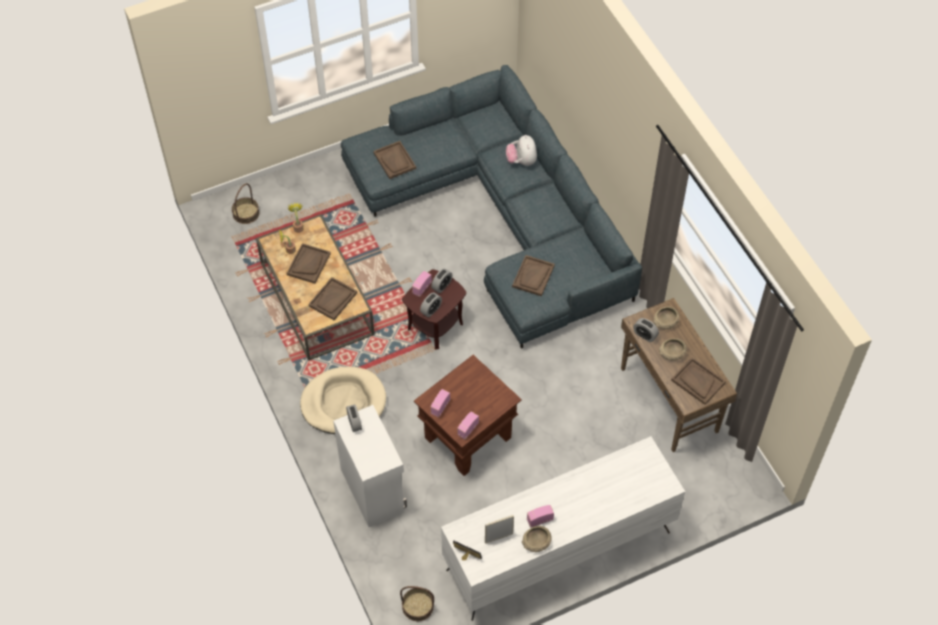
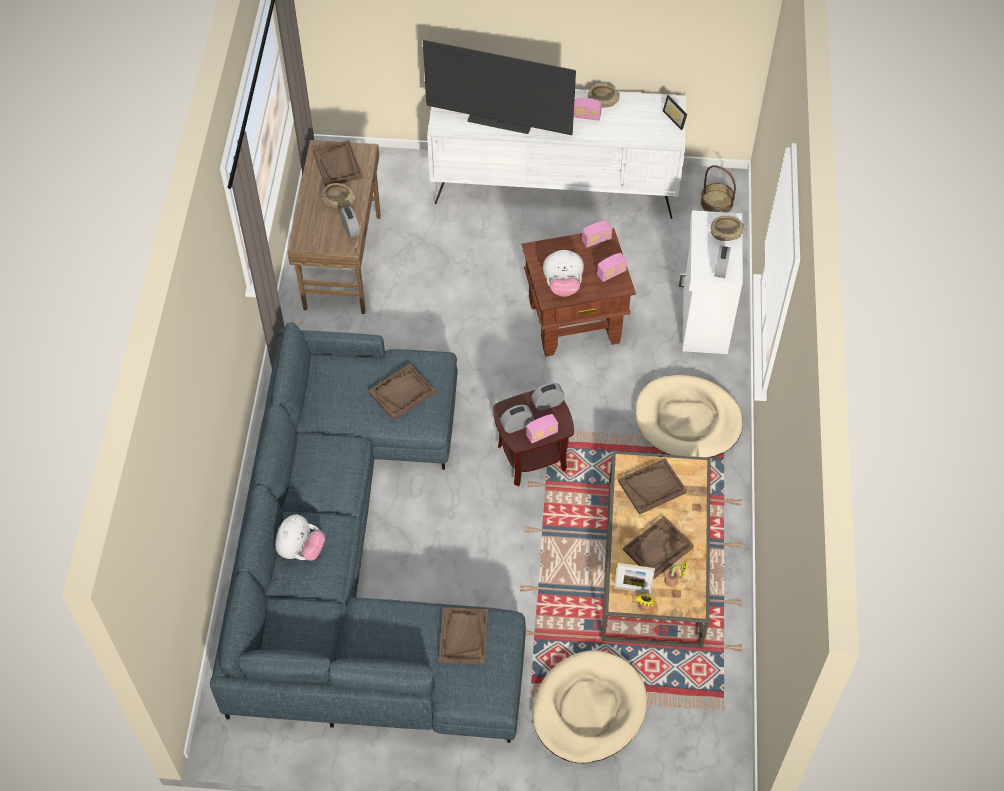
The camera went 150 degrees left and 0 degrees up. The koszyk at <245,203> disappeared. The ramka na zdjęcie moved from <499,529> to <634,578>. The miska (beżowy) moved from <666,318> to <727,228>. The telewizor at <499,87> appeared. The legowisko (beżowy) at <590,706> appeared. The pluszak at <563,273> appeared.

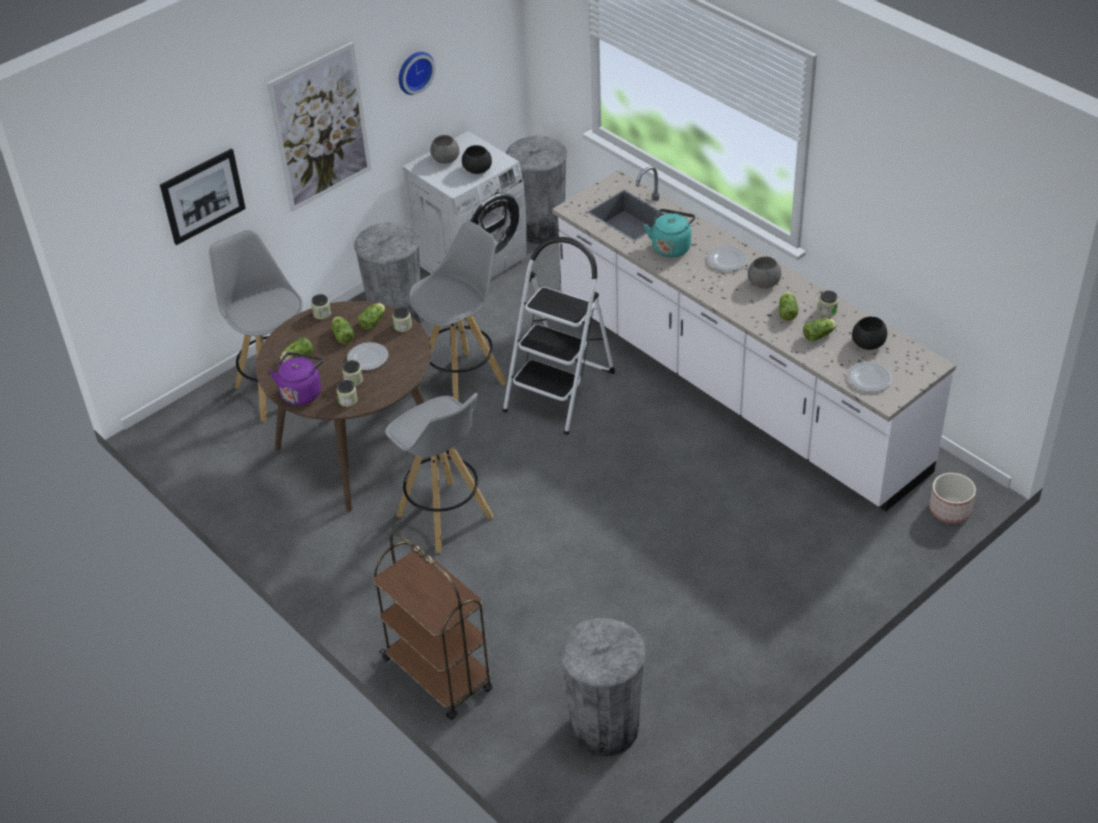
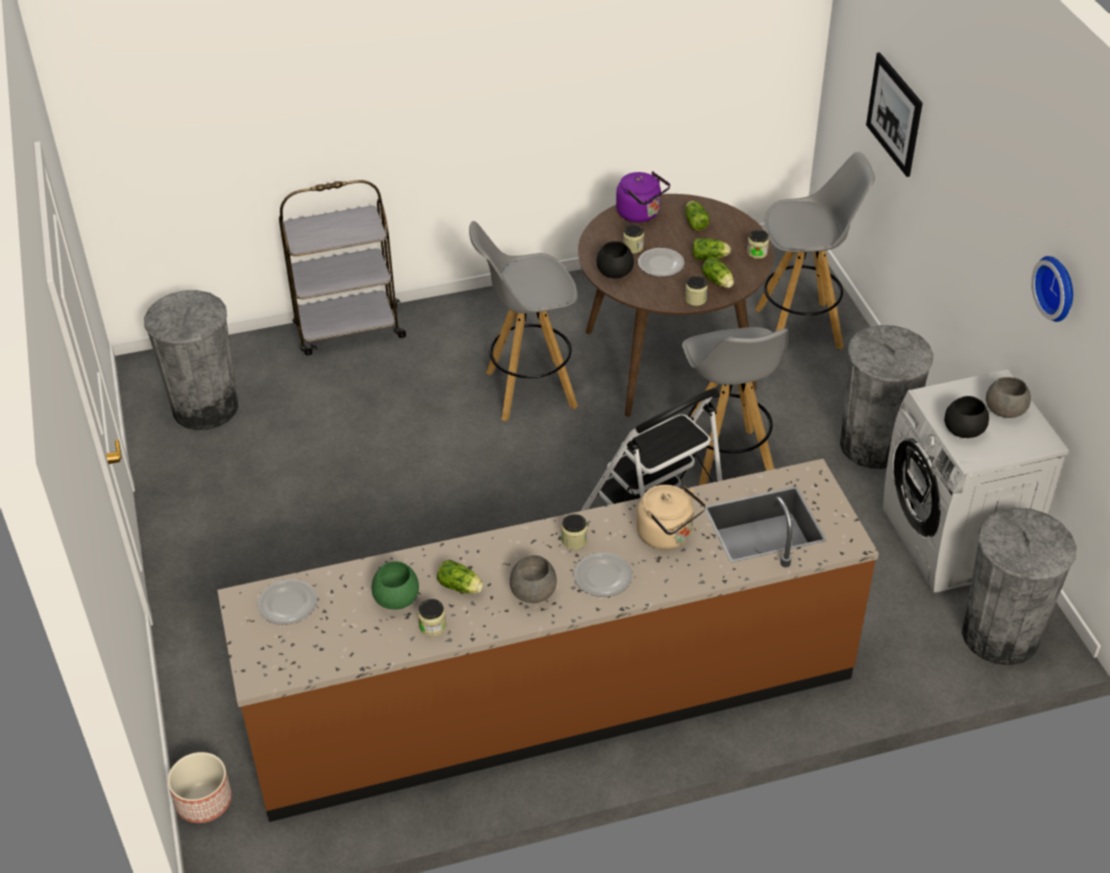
The camera went 115 degrees right and 0 degrees up. The obraz at <319,127> disappeared. The słoik moved from <347,393> to <574,532>. The wózek (brązowy) at <433,626> became the wózek (szary) at <342,268>. The zabudowa kuchenna (biały) at <754,338> became the zabudowa kuchenna (brązowy) at <548,640>. The czajnik (turkusowy) at <669,233> became the czajnik (beżowy) at <671,517>. The sałata at <820,329> was replaced by the miska (zielony) at <395,585>. The miska (czarny) moved from <869,333> to <615,260>.

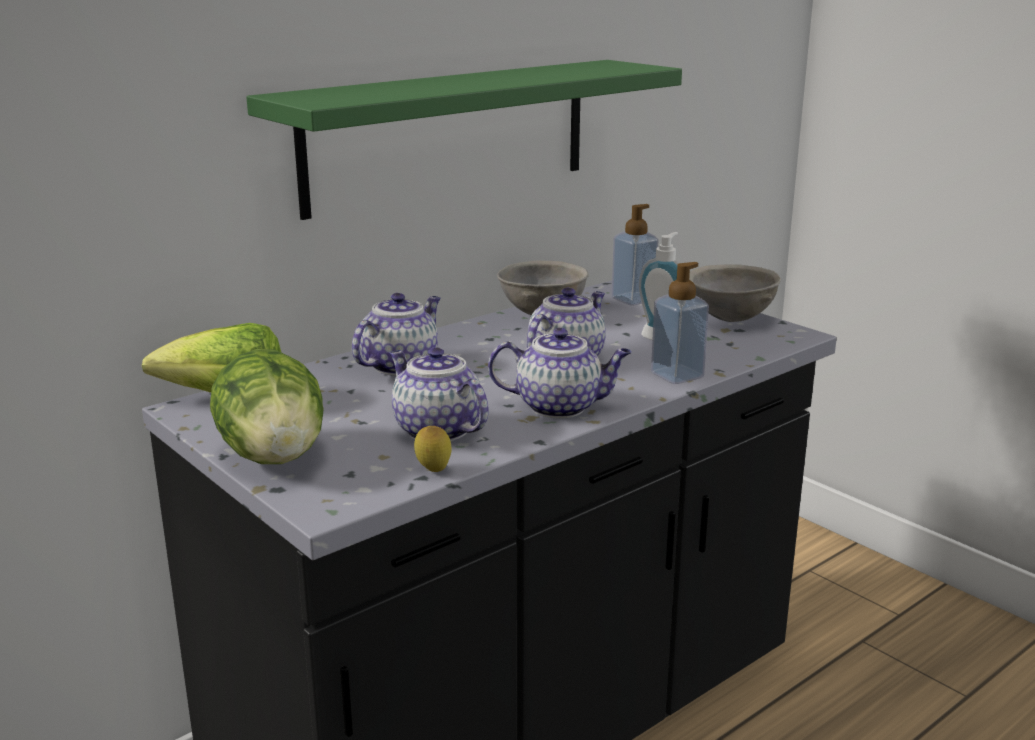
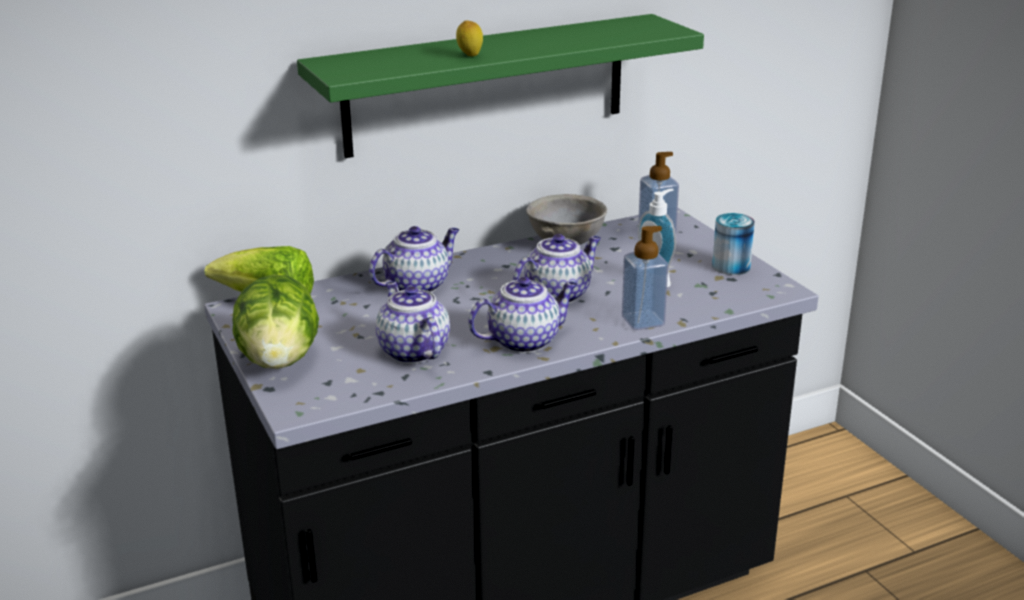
The camera went 15 degrees right and 5 degrees up. The cytryna moved from <433,449> to <469,38>. The imbryk at <560,373> turned 45 degrees counterclockwise. The miska (szary) at <735,293> was replaced by the puszka at <733,244>.

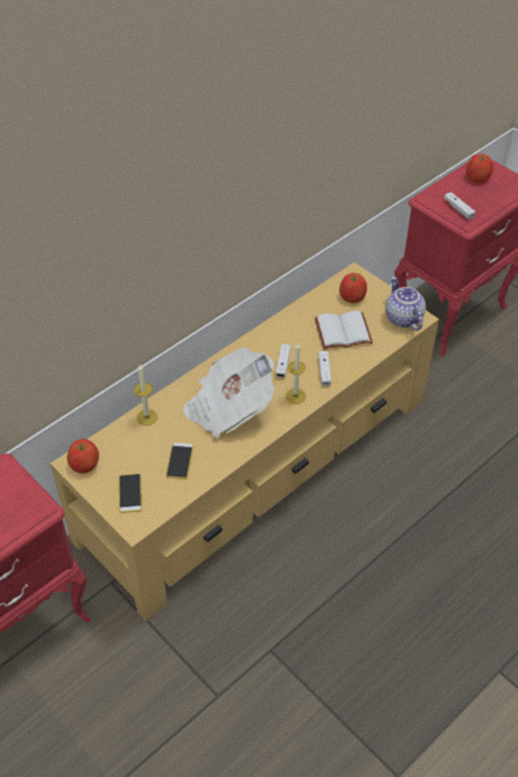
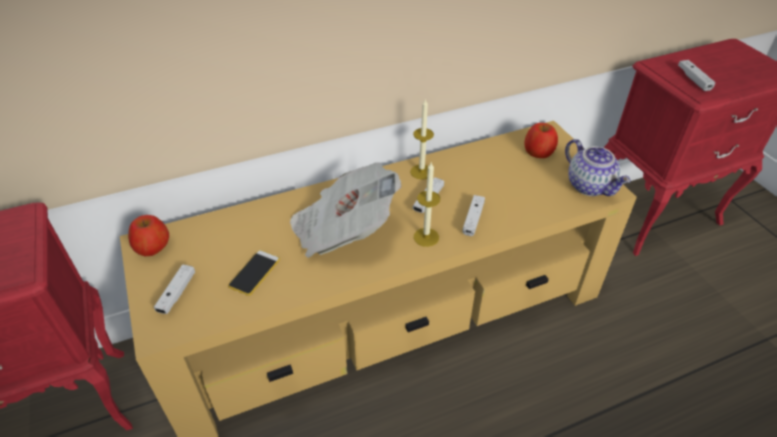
The camera went 20 degrees right and 5 degrees down. The telefon at <130,493> was replaced by the pad do gier (biały) at <174,289>. The świeca moved from <146,395> to <422,139>. The książka (biały) at <344,330> disappeared. The imbryk at <405,303> turned 150 degrees clockwise. The jabłko at <479,168> disappeared.

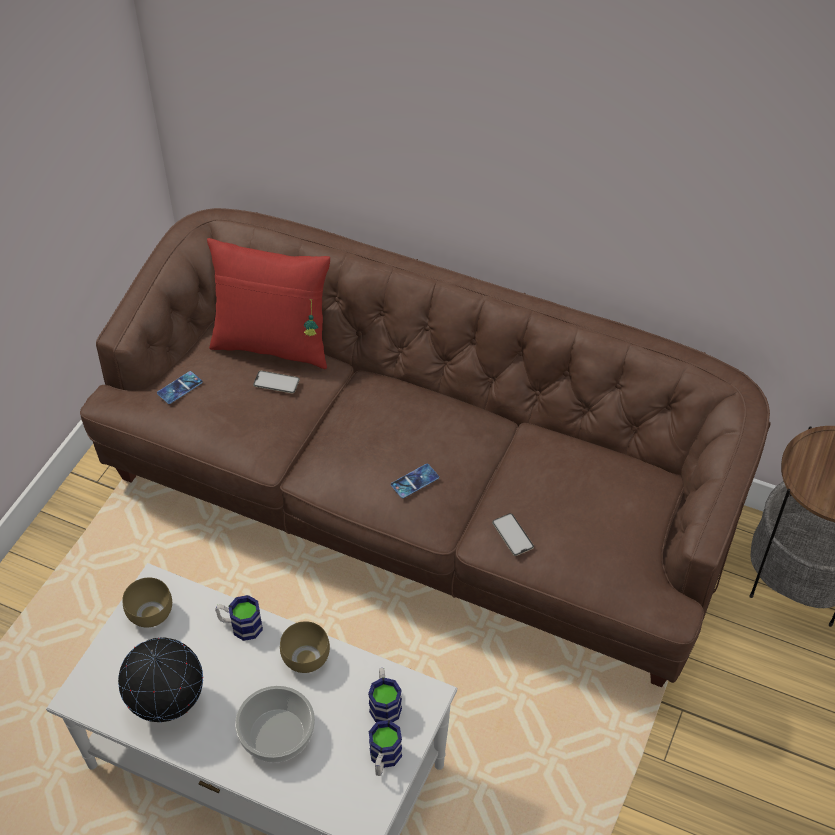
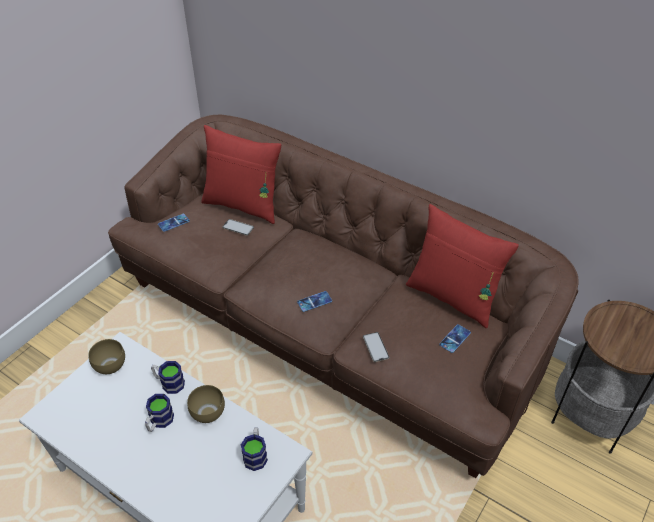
The camera went 10 degrees right and 5 degrees down. The globus at <160,679> disappeared. The miska at <275,724> disappeared. The kubek moved from <385,748> to <159,413>. The poduszka (czerwony) at <462,266> appeared. The telefon at <455,338> appeared.

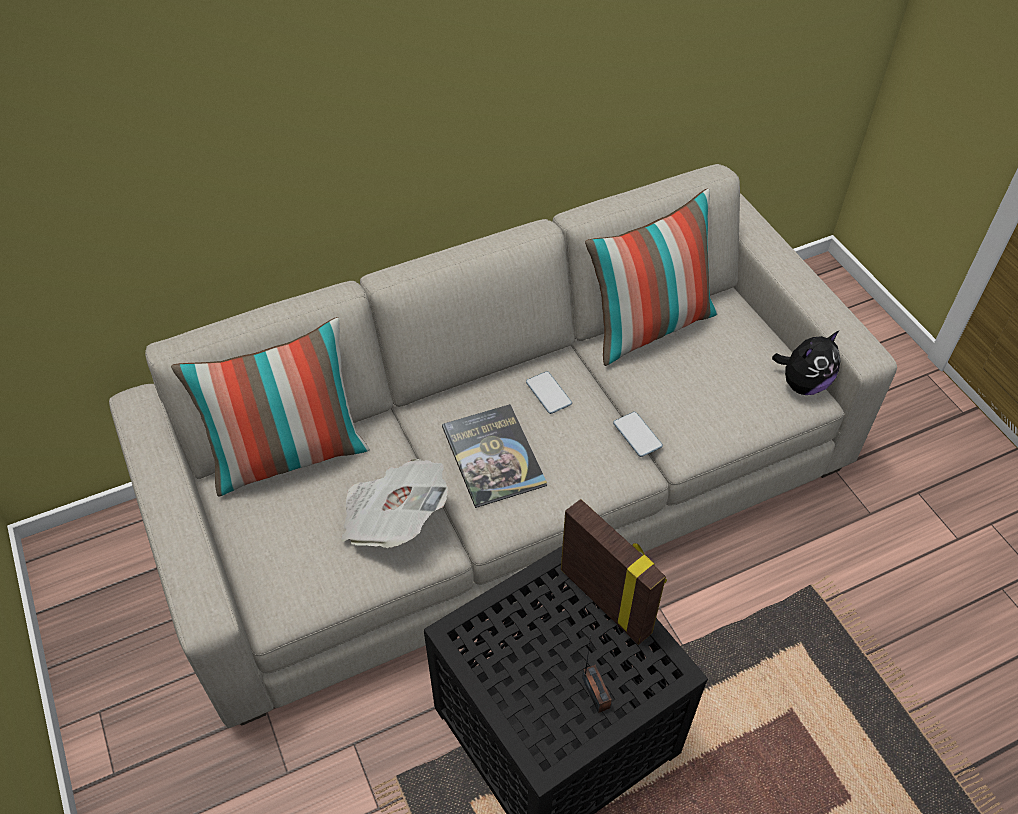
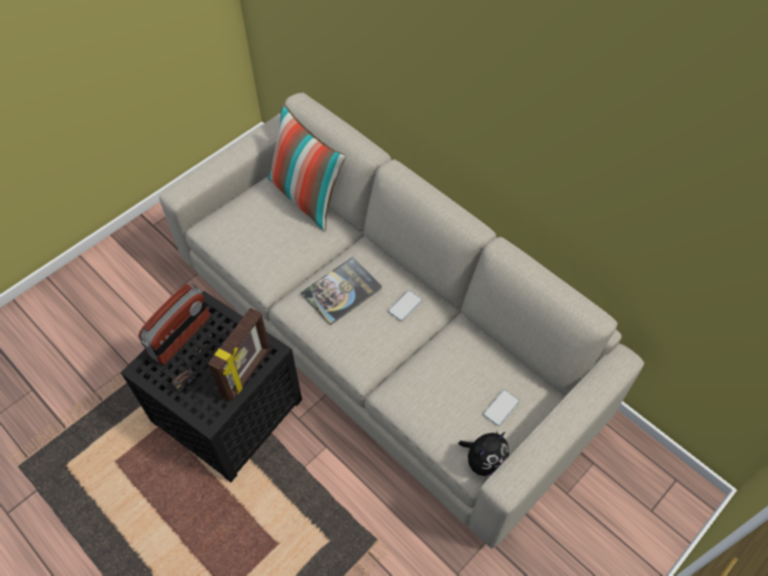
The camera went 70 degrees right and 5 degrees up. The gazeta at <394,503> disappeared. The poduszka at <651,277> disappeared. The telefon moved from <638,434> to <501,408>. The pluszak at <806,362> turned 75 degrees counterclockwise. The radio at <174,324> appeared.

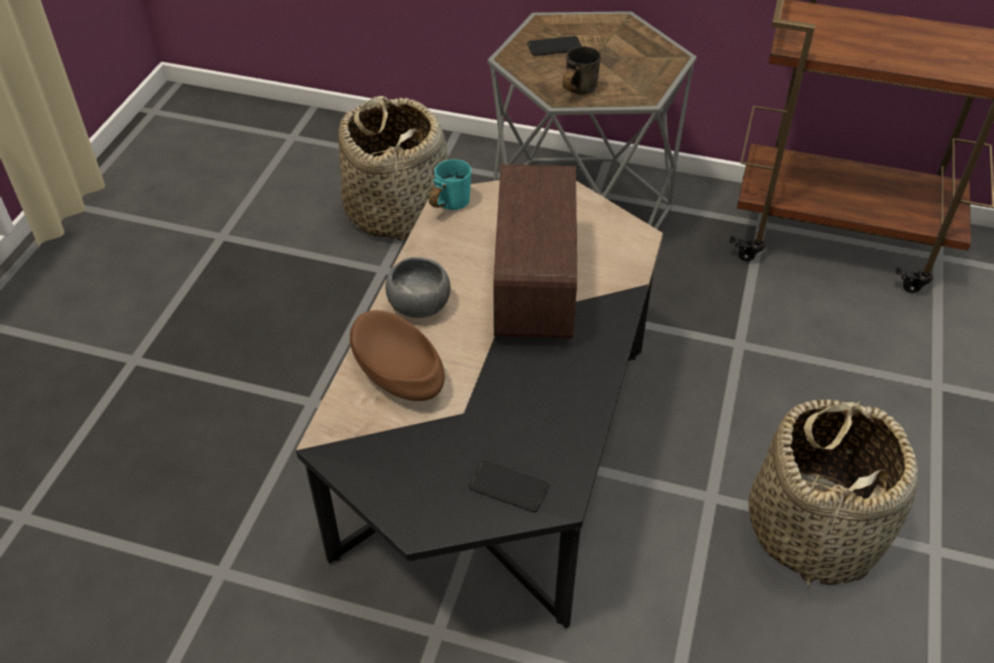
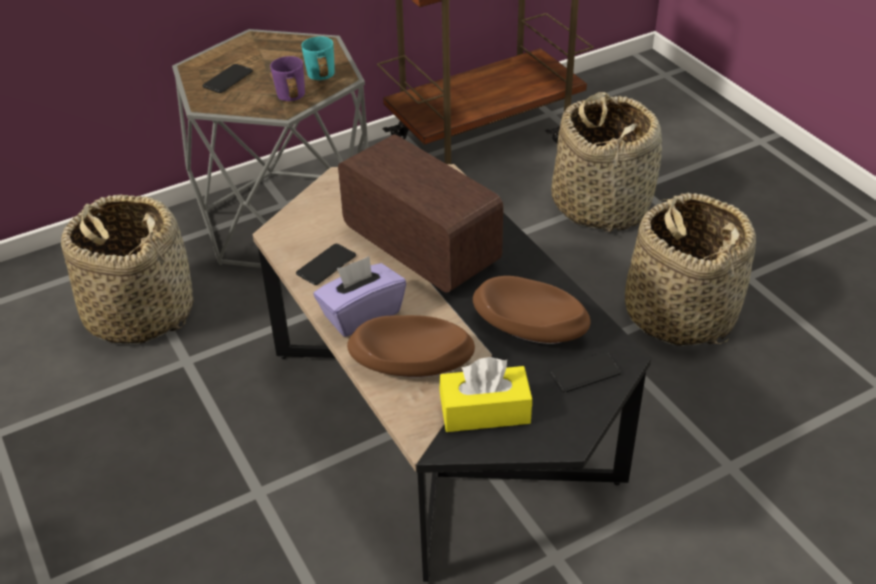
The camera went 45 degrees left and 5 degrees down. The miska (szary) at <418,287> was replaced by the pudełko chusteczek (fioletowy) at <359,296>. The kubek (turkusowy) moved from <450,184> to <318,58>. The kubek (szary) at <582,71> became the kubek (fioletowy) at <287,78>. The telefon at <326,264> appeared. The pudełko chusteczek (żółty) at <486,394> appeared. The miska (brązowy) at <531,310> appeared. The koszyk at <606,162> appeared.

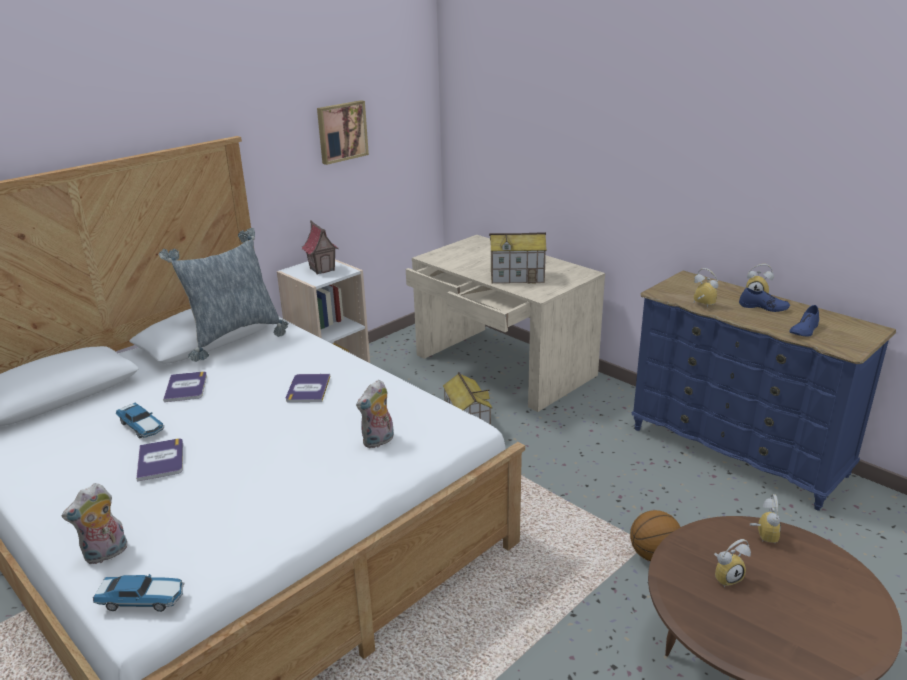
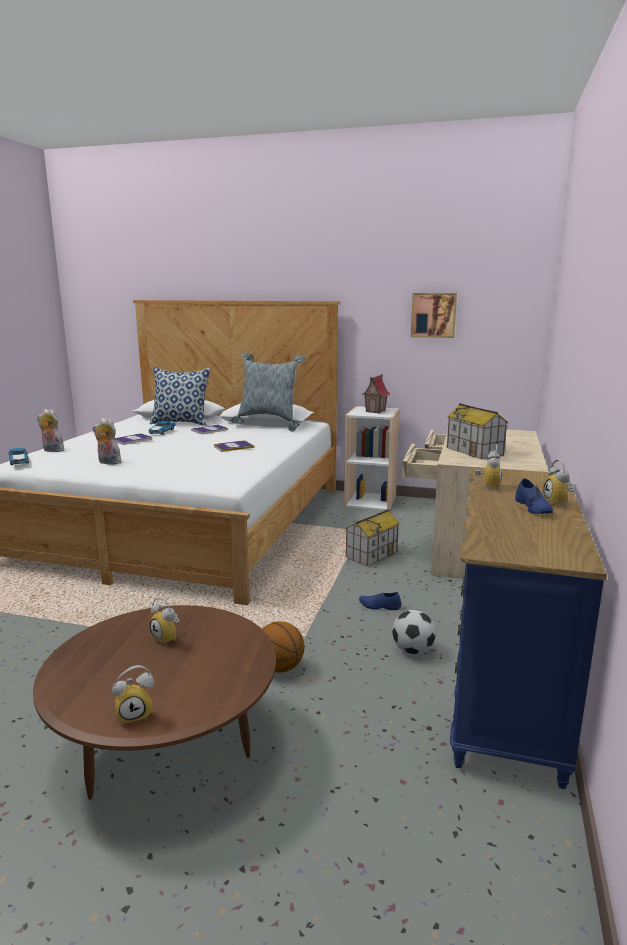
The camera went 60 degrees right and 10 degrees down. The pluszak moved from <375,414> to <107,441>. The budzik moved from <765,518> to <133,695>. The but (niebieski) moved from <804,321> to <380,601>. The poduszka at <180,396> appeared. The piłka futbolowa at <414,632> appeared.

